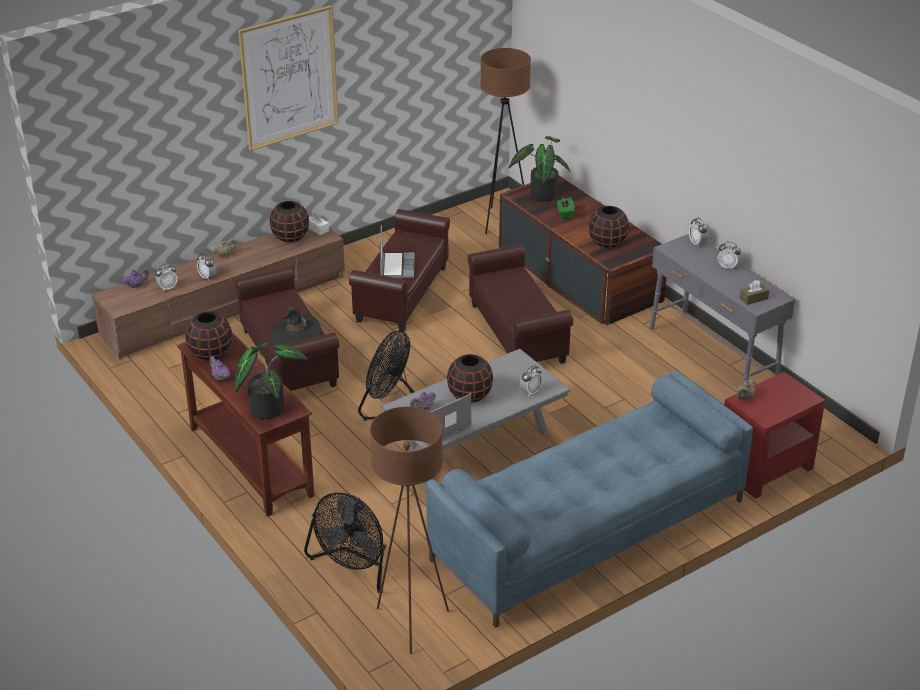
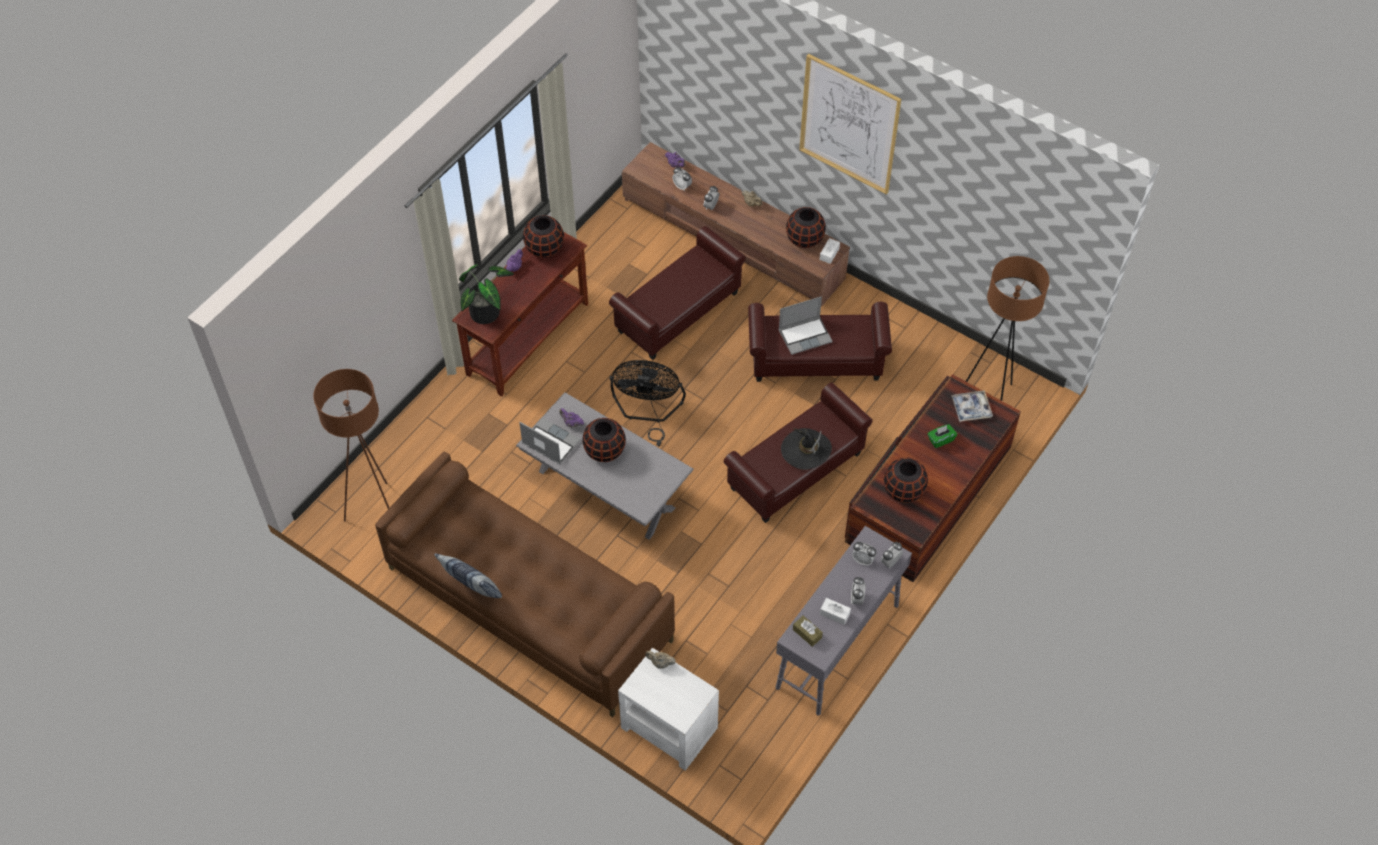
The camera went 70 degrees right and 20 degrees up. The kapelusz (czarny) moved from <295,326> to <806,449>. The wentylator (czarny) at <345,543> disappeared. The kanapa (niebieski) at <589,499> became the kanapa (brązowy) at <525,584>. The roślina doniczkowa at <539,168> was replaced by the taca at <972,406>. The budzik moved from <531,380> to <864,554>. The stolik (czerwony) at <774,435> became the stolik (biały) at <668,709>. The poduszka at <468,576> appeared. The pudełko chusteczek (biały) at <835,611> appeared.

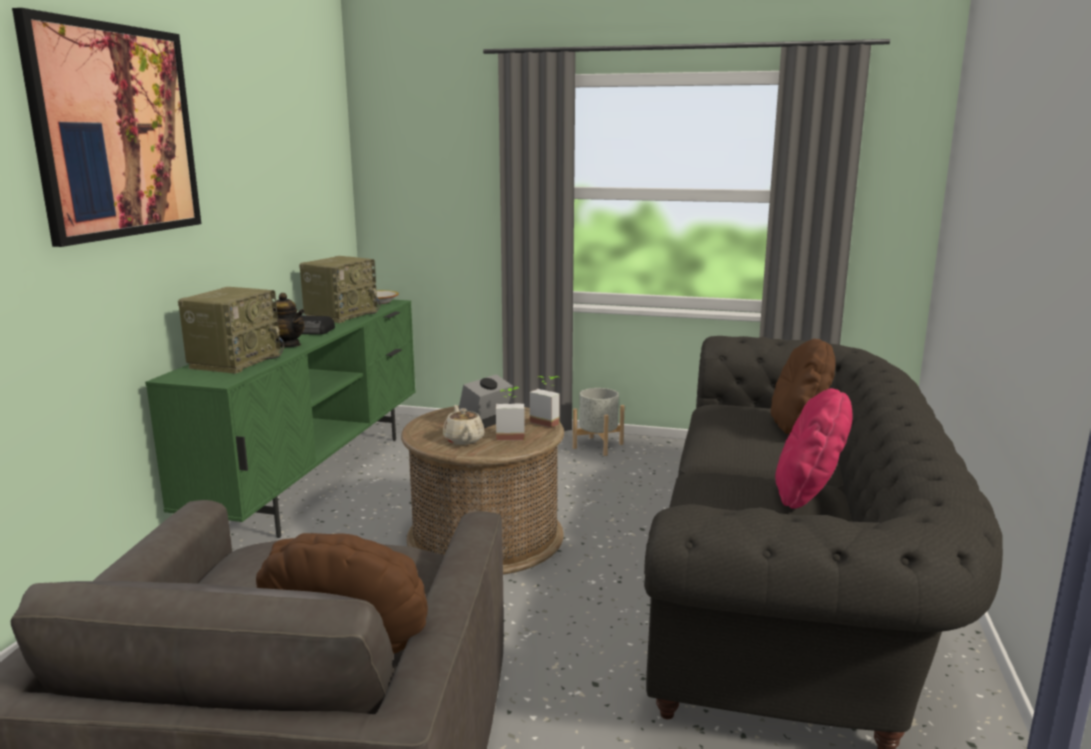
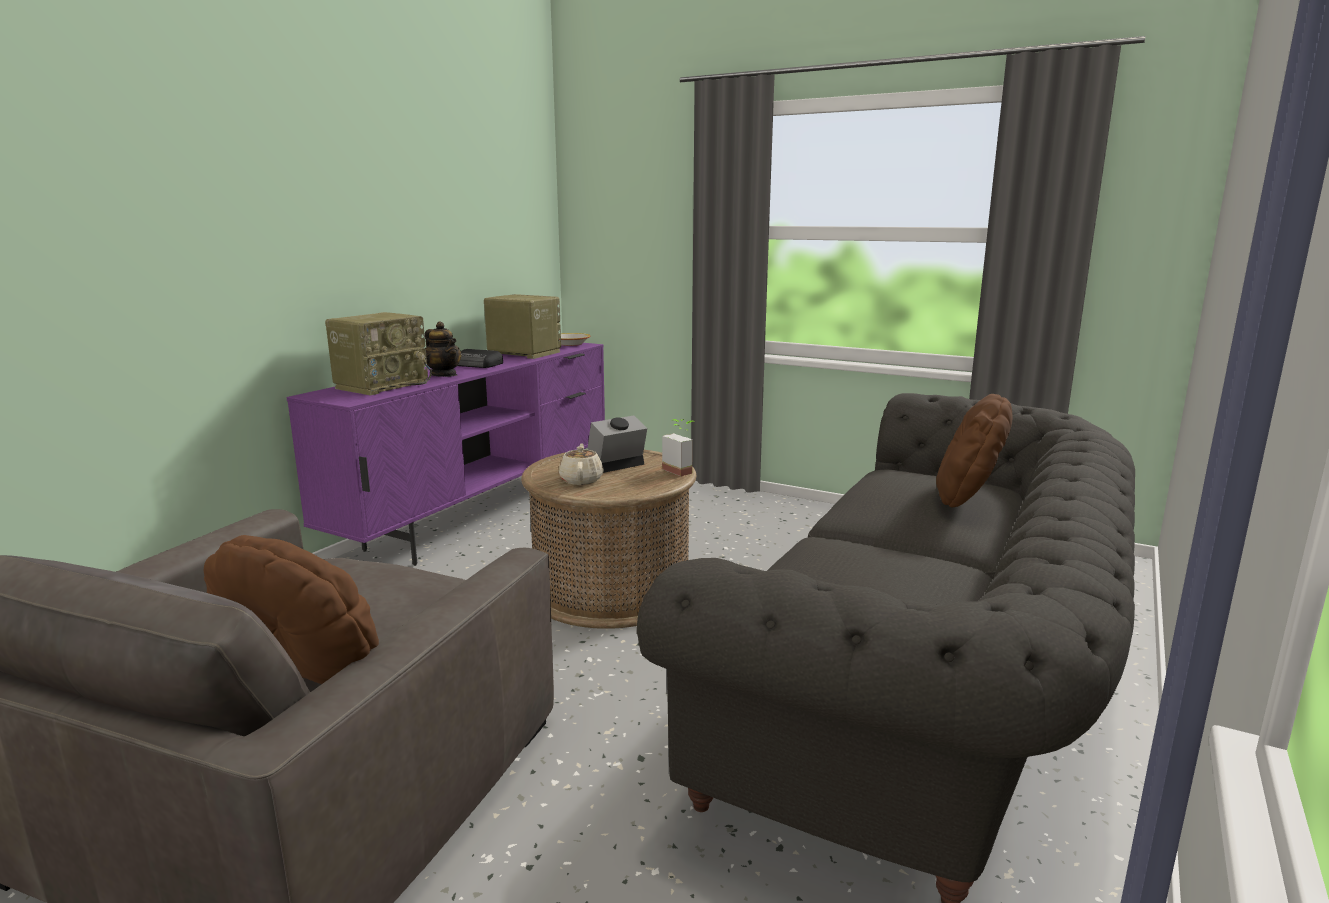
The camera went 15 degrees right and 0 degrees up. The obraz at <106,127> disappeared. The szafka pod telewizor (zielony) at <280,419> became the szafka pod telewizor (fioletowy) at <445,454>. The radio at <340,289> turned 105 degrees counterclockwise. The roślina doniczkowa at <510,413> disappeared. The donica (szary) at <599,422> disappeared. The poduszka (różowy) at <813,448> disappeared.

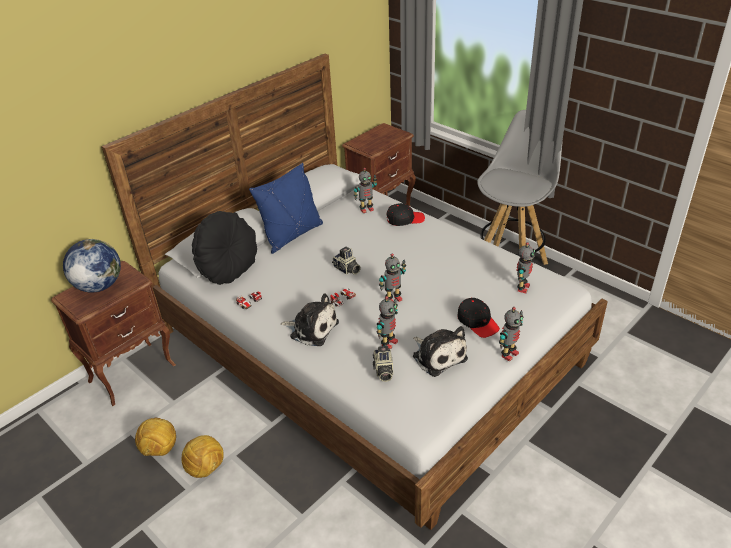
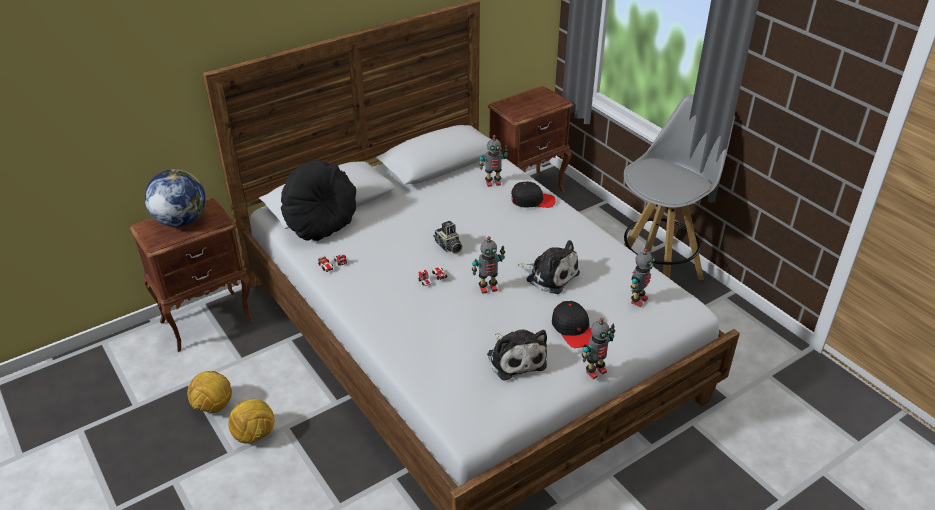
The camera went 10 degrees right and 0 degrees up. The poduszka (niebieski) at <286,208> disappeared. The pluszak moved from <309,319> to <548,267>. The aparat fotograficzny at <383,364> disappeared. The robot zabawkowy at <387,322> disappeared.

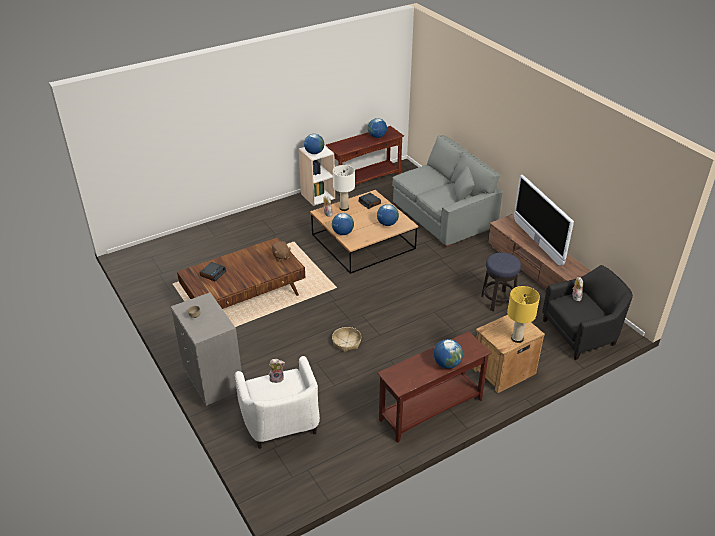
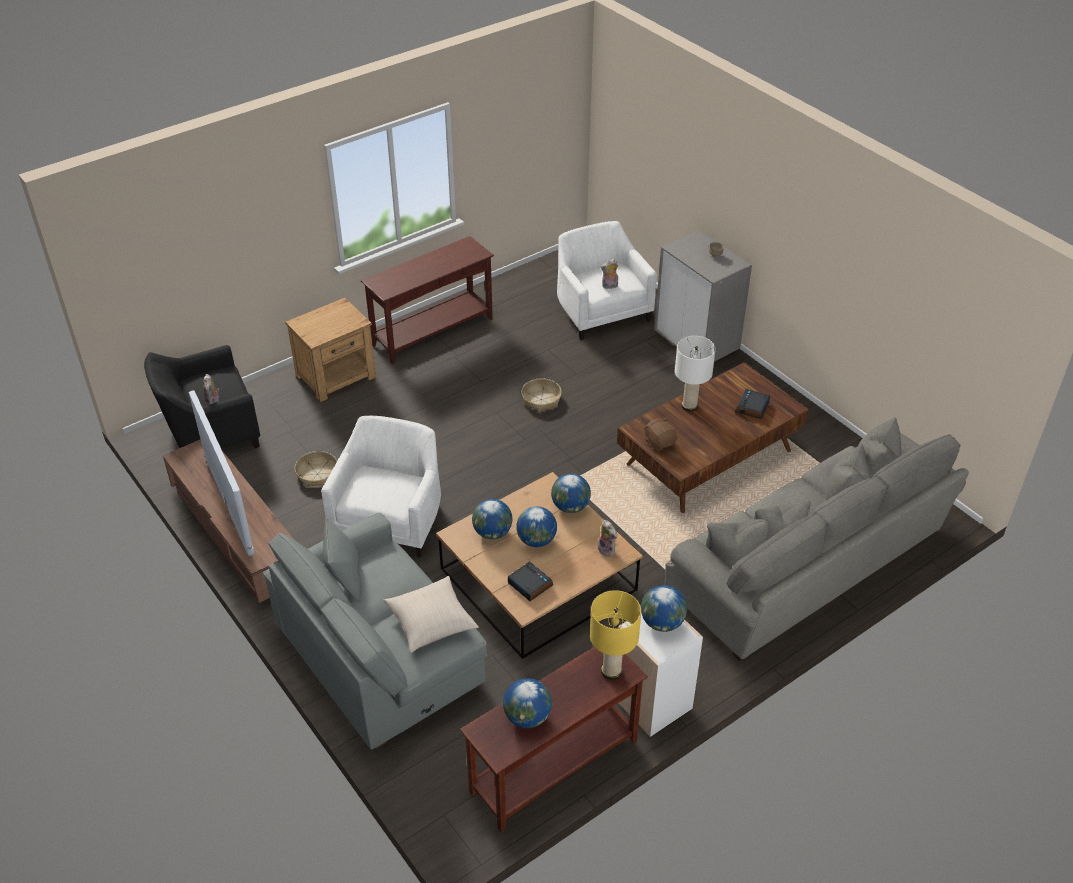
The camera went 175 degrees right and 5 degrees up. The lampa stołowa (biały) moved from <344,188> to <695,374>. The globus moved from <448,354> to <536,526>. The stołek at <501,281> was replaced by the koszyk at <316,469>. The lampa stołowa (żółty) moved from <523,314> to <615,635>. The fotel (biały) at <381,487> appeared. The poduszka (beżowy) at <431,614> appeared. The kanapa (szary) at <816,539> appeared.

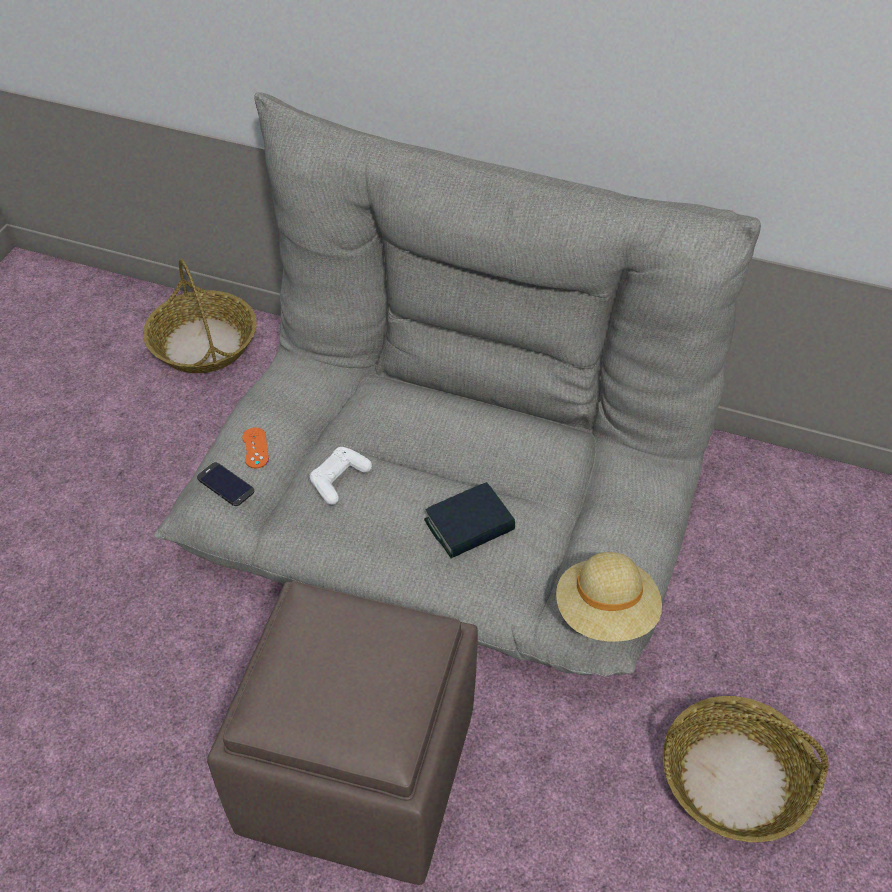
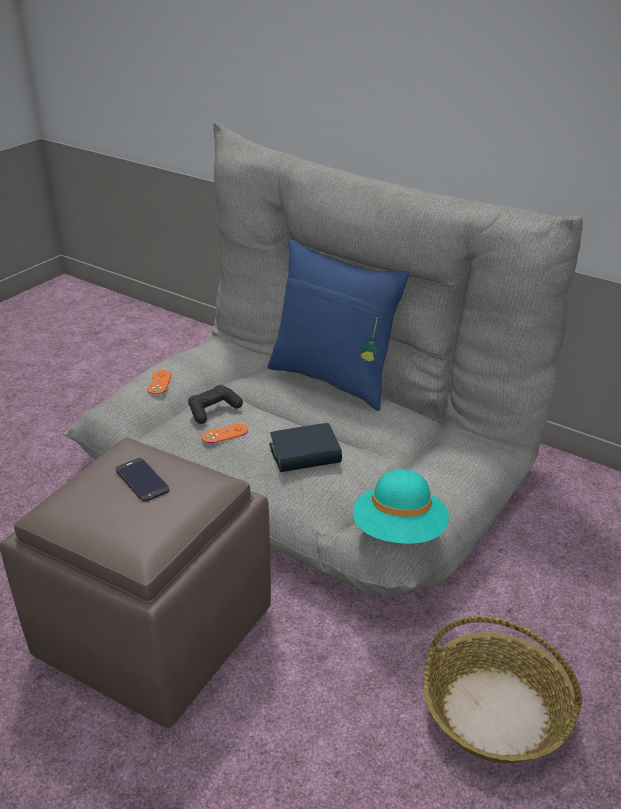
The camera went 15 degrees right and 15 degrees down. The koszyk at <200,316> disappeared. The telefon moved from <225,484> to <142,480>. The pad do gier (biały) at <341,476> became the pad do gier (czarny) at <215,404>. The kapelusz (beżowy) at <609,597> became the kapelusz (turkusowy) at <401,506>. The pad do gier (pomarańczowy) at <225,433> appeared. The poduszka (niebieski) at <338,325> appeared.

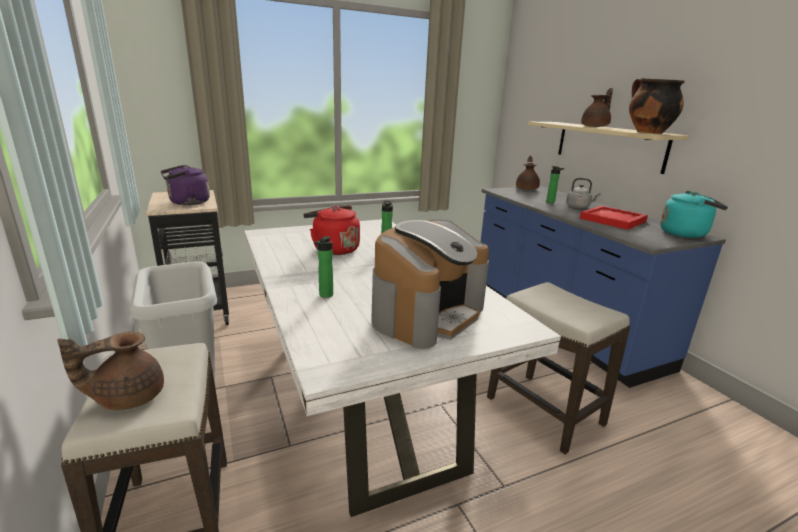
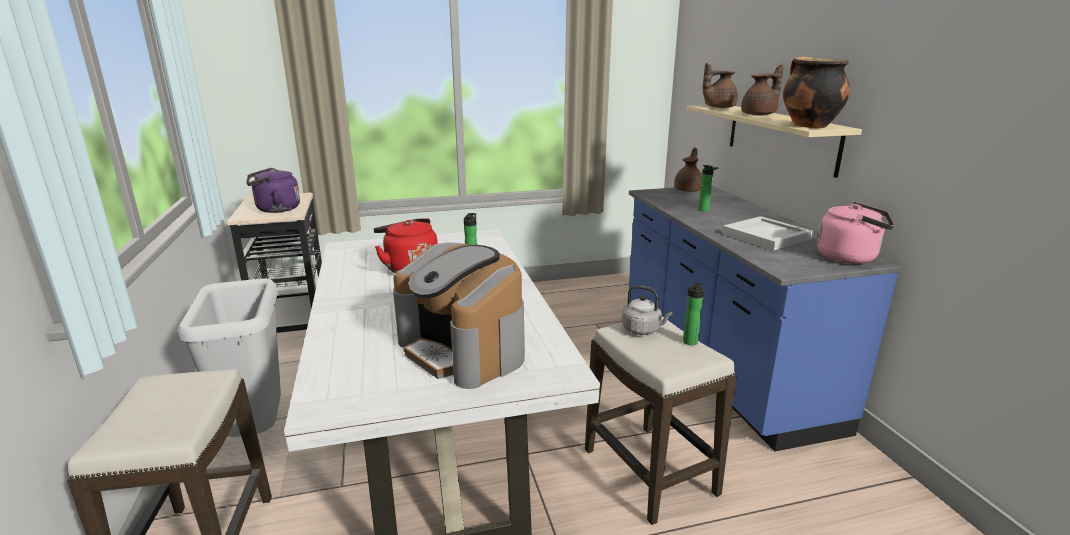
The camera went 10 degrees right and 0 degrees up. The imbryk (brązowy) moved from <110,370> to <720,85>. The butelka moved from <323,267> to <693,313>. The ekspres do kawy at <430,284> turned 90 degrees clockwise. The czajnik (szary) moved from <583,193> to <647,310>. The taca (czerwony) at <613,218> became the taca (biały) at <767,233>. The czajnik (turkusowy) at <694,214> became the czajnik (różowy) at <855,233>.

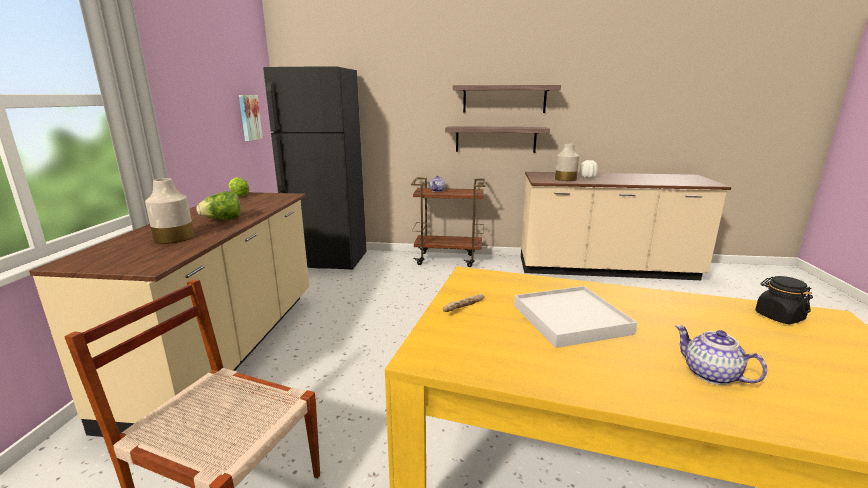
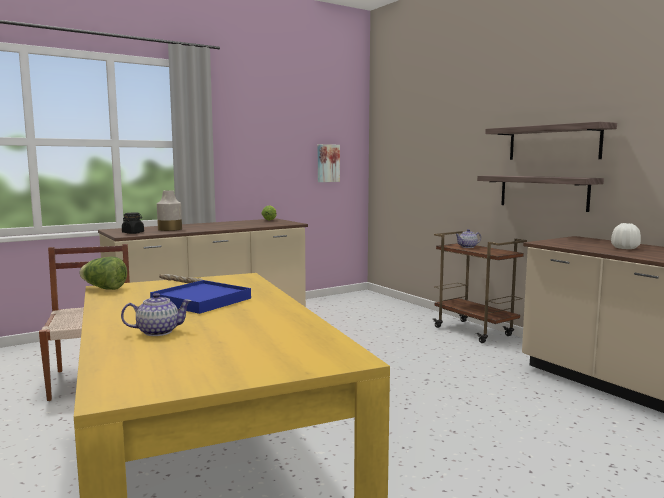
The camera went 50 degrees right and 10 degrees down. The sałata moved from <219,205> to <103,273>. The lodówka (czarny) at <315,168> disappeared. The taca (biały) at <575,317> became the taca (niebieski) at <200,297>. The wazon (beżowy) at <567,162> disappeared. The imbryk at <721,355> turned 60 degrees clockwise. The słoik (czarny) moved from <784,300> to <133,223>.

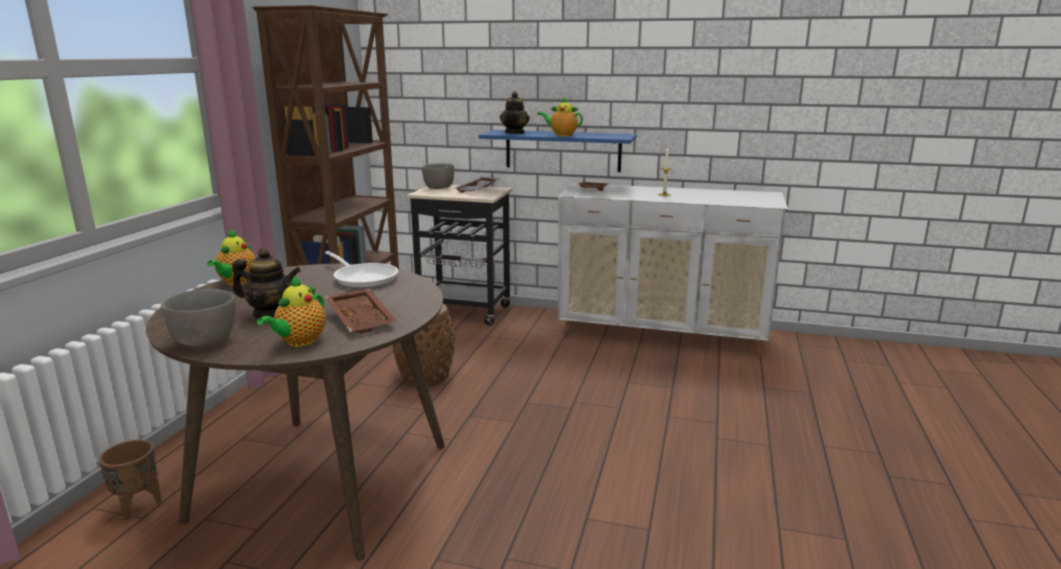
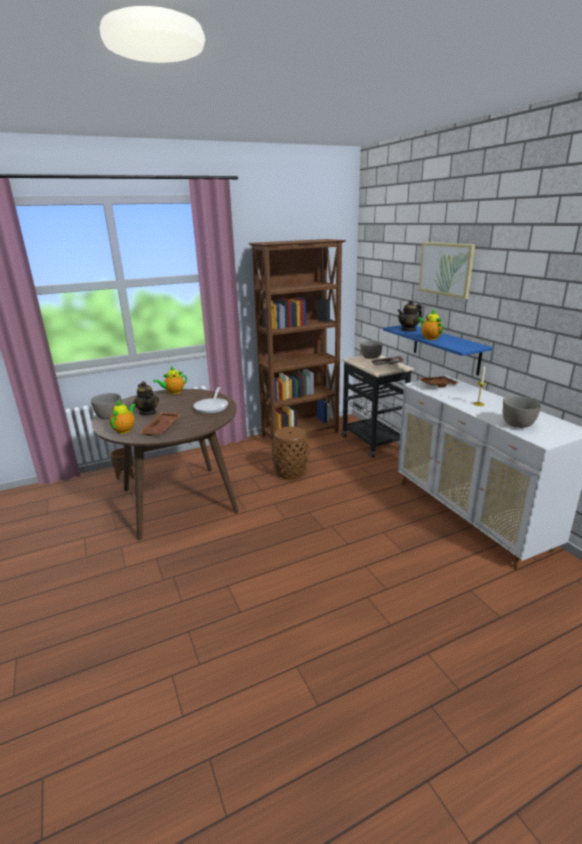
The camera went 50 degrees right and 5 degrees up. The imbryk at <291,311> turned 120 degrees clockwise. The obraz at <447,270> appeared. The miska (szary) at <522,412> appeared.

